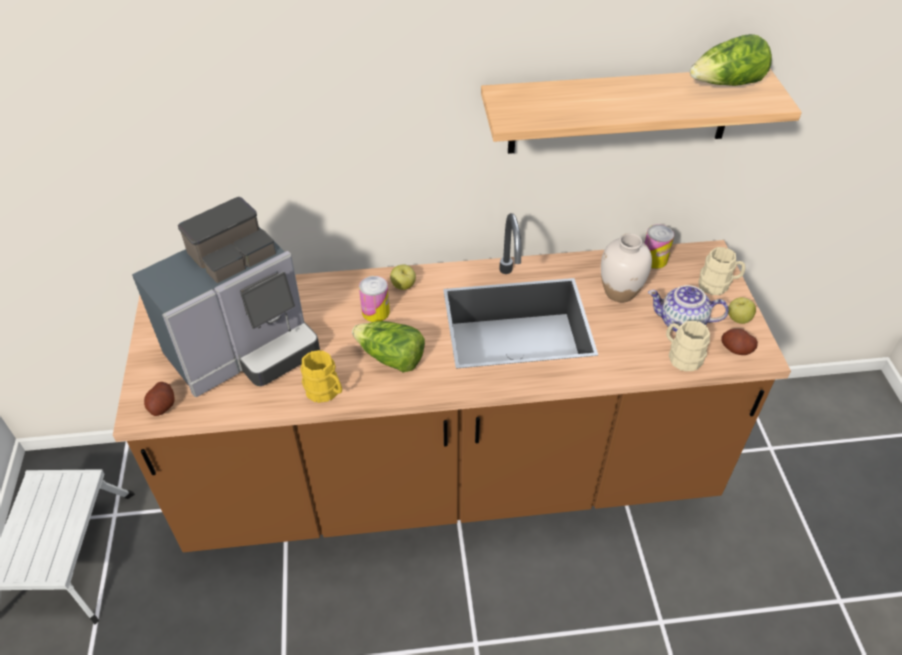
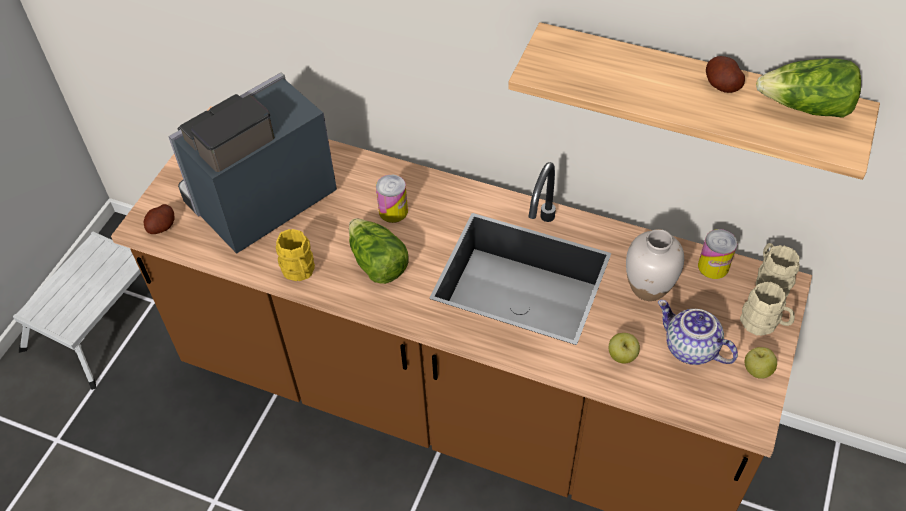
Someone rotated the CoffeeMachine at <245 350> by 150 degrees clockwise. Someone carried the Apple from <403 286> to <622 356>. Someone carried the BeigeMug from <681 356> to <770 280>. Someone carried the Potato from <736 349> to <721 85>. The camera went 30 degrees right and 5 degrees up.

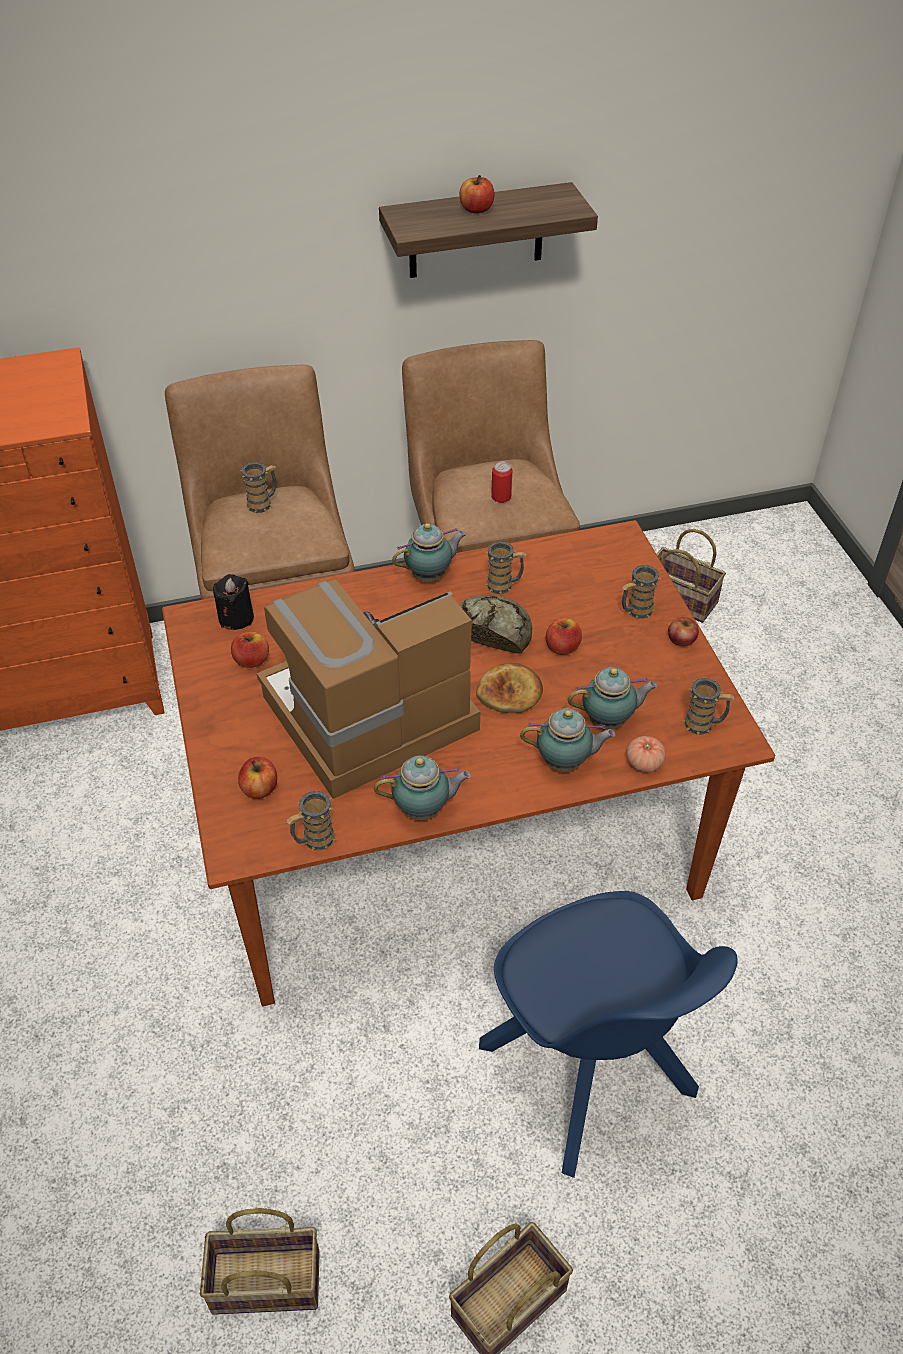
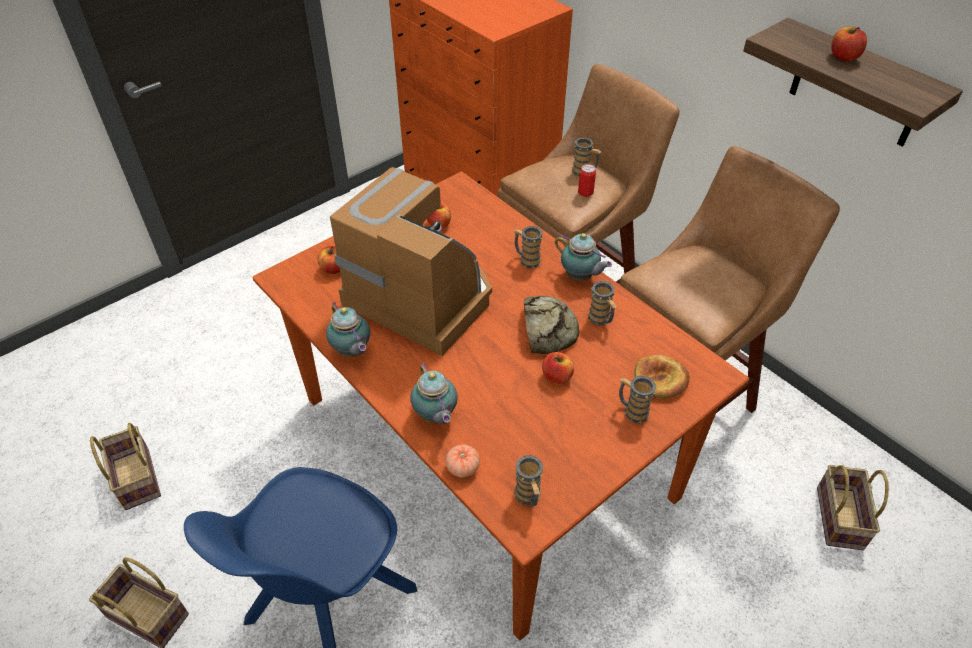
Someone took away the BlackCandle at <236 618>. Someone carried the Mug from <313 840> to <527 260>. Someone carried the Bread from <510 692> to <660 379>. Someone carried the Can from <501 497> to <585 192>. Someone took away the Teapot at <609 721>. Someone took away the Apple at <681 639>. The camera went 65 degrees right and 0 degrees up.

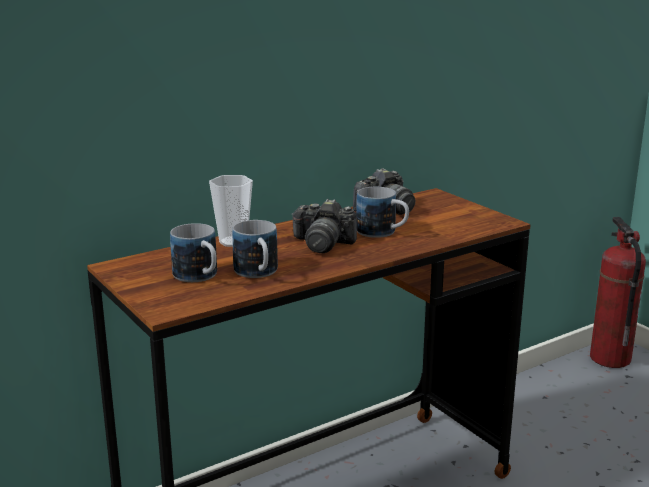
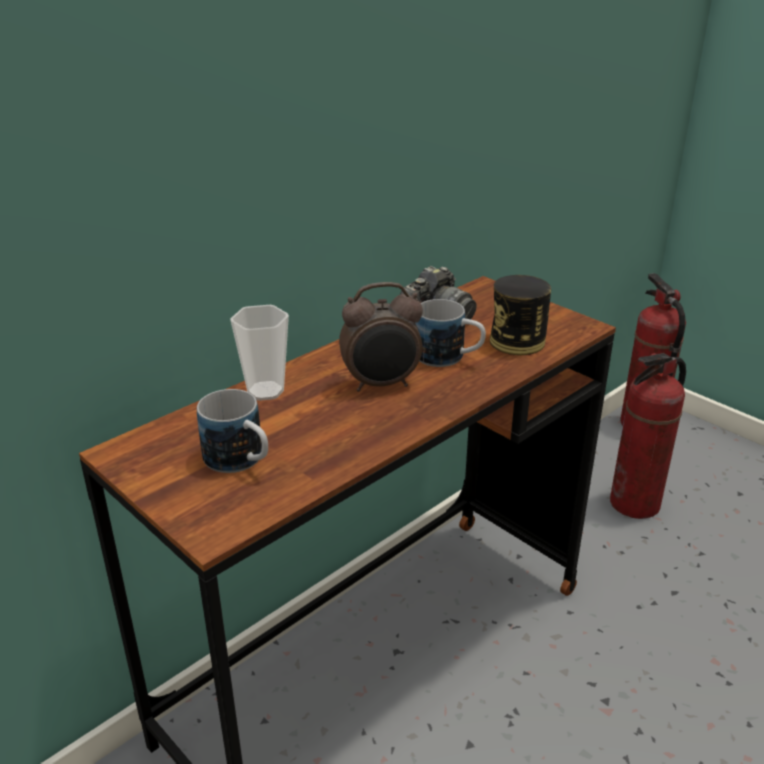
Someone took away the Mug at <258 273>. Someone swapped the PhotoCamera at <323 244> for the AlarmClock at <381 384>. Someone put down the Can at <517 341>. Someone put down the FireExtinguisher at <635 504>. The camera went 10 degrees left and 10 degrees up.

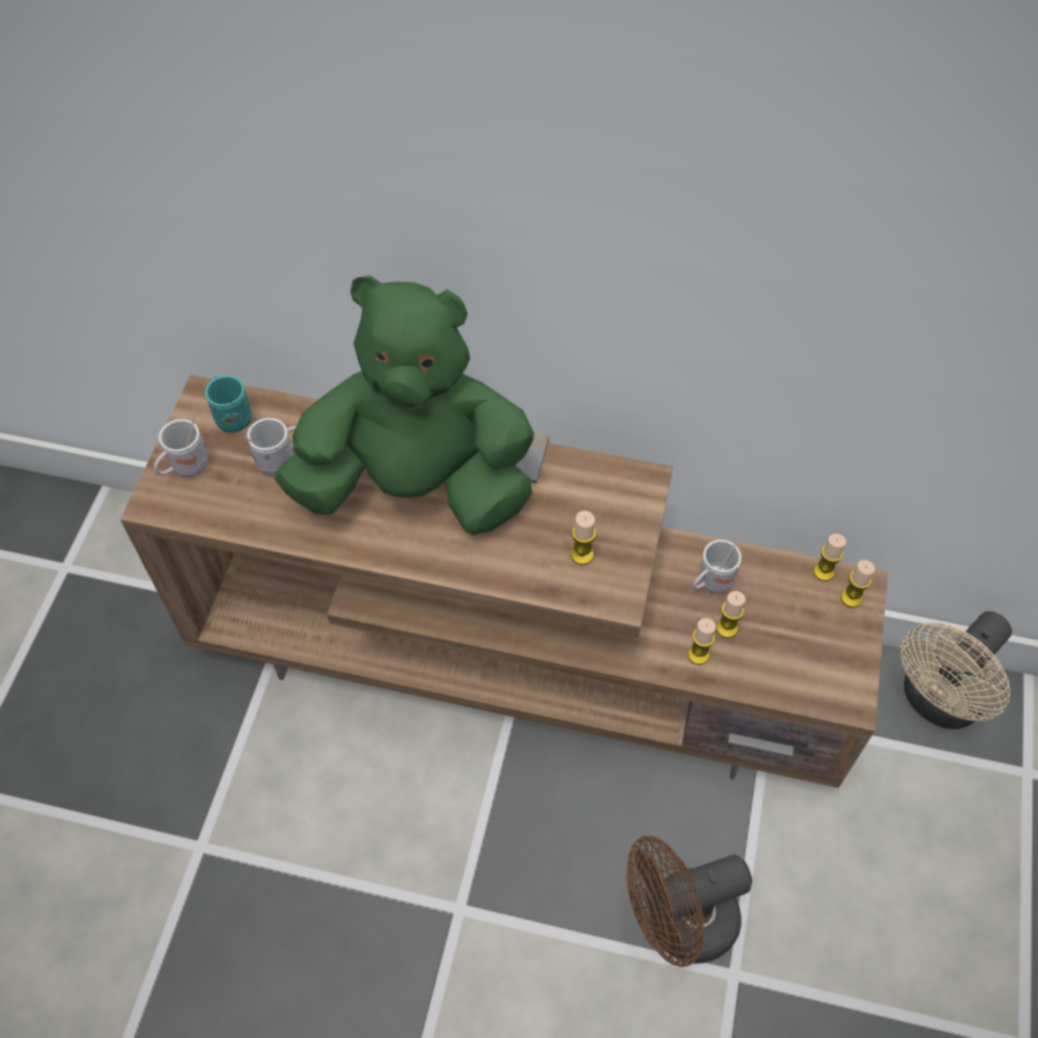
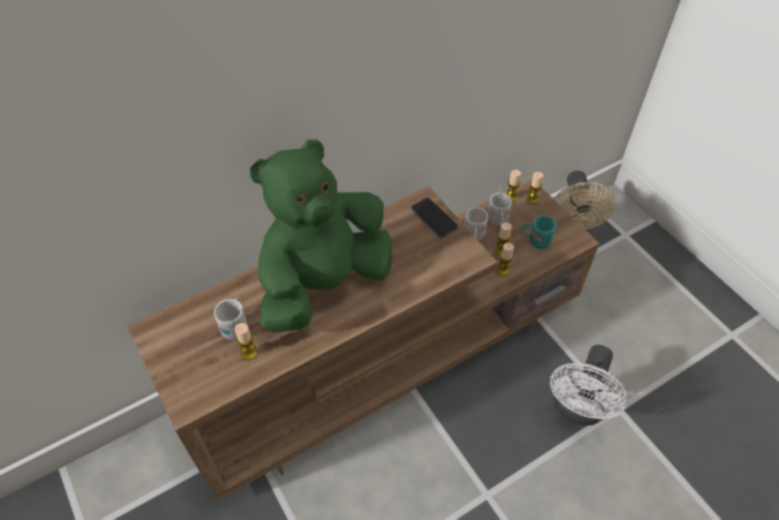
Someone carried the WhiteMug from <185 468> to <497 222>. Someone carried the TurquoiseMug from <232 416> to <536 241>. Someone carried the Candle from <582 555> to <249 353>. Someone repainted the BrownFan at <678 923>, which became the WhiteFan at <577 409>. Someone put down the Phone at <433 219>. The camera went 45 degrees left and 5 degrees down.

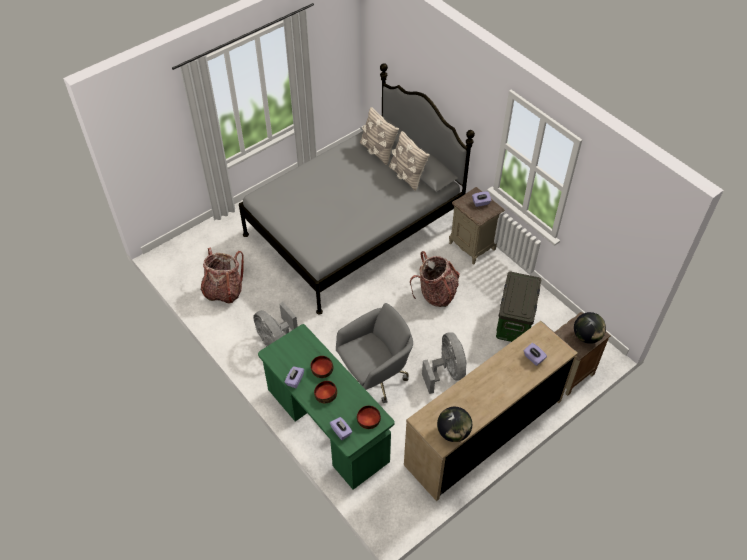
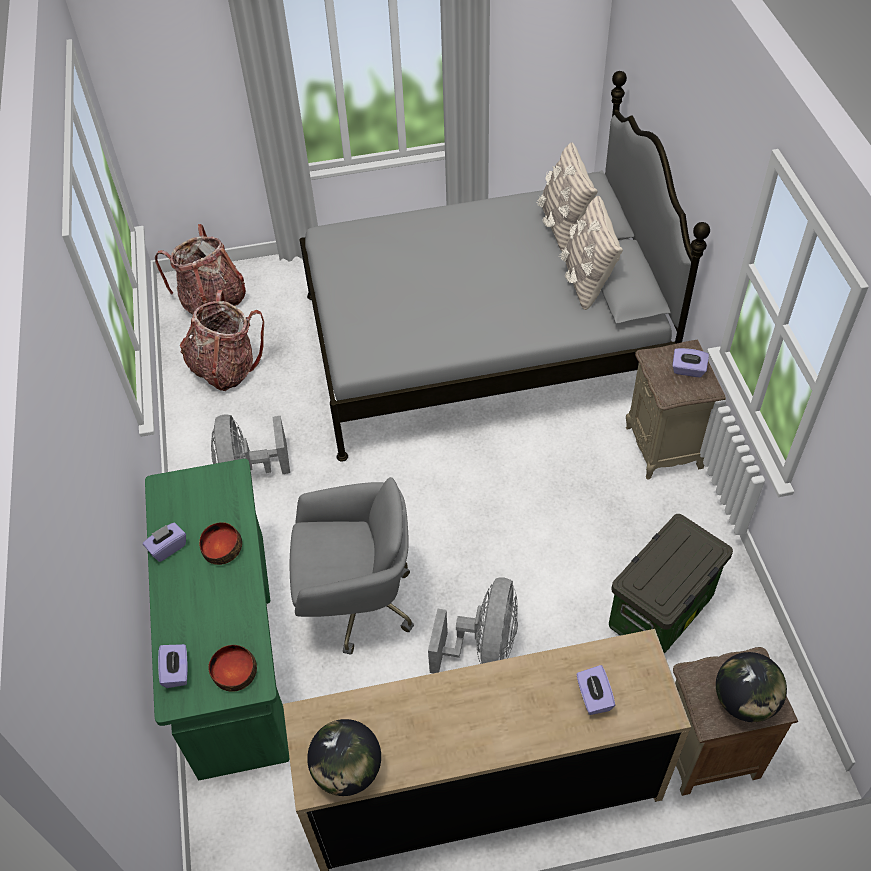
Someone took away the Bowl at <326 394>. Someone carried the Backpack from <436 294> to <212 301>. The camera went 30 degrees right and 0 degrees up.

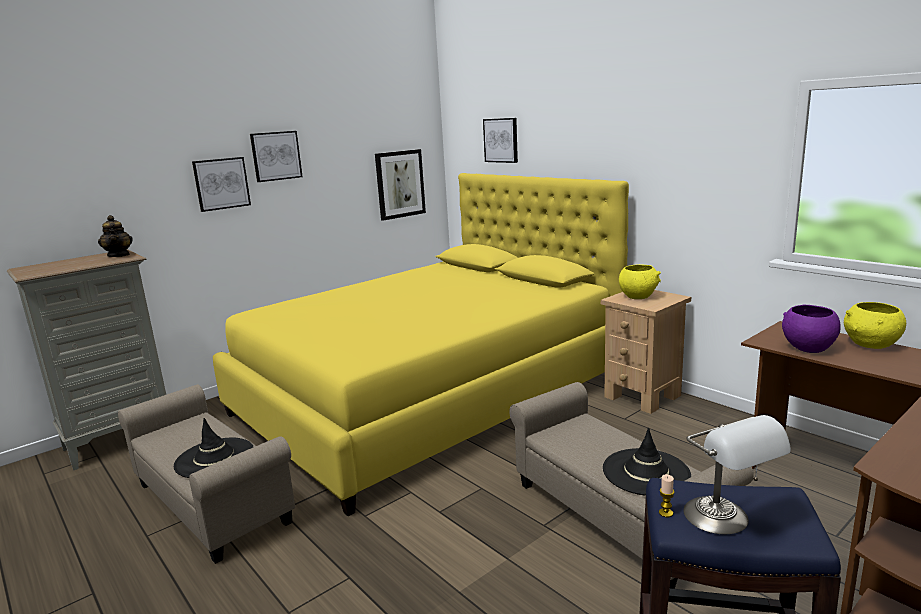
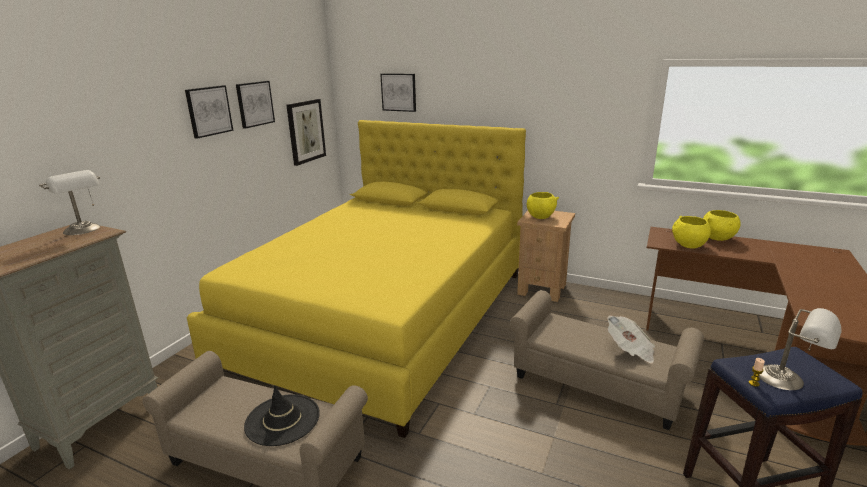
Someone swapped the Teapot at <119 255> for the WhiteTableLamp at <85 230>. Someone carried the Picture from <221 183> to <254 104>. Someone swapped the BlackHat at <646 472> for the Newspaper at <630 350>. Someone repainted the PurpleBowl at <808 348>, which became the YellowBowl at <688 245>. The camera went 25 degrees left and 5 degrees up.

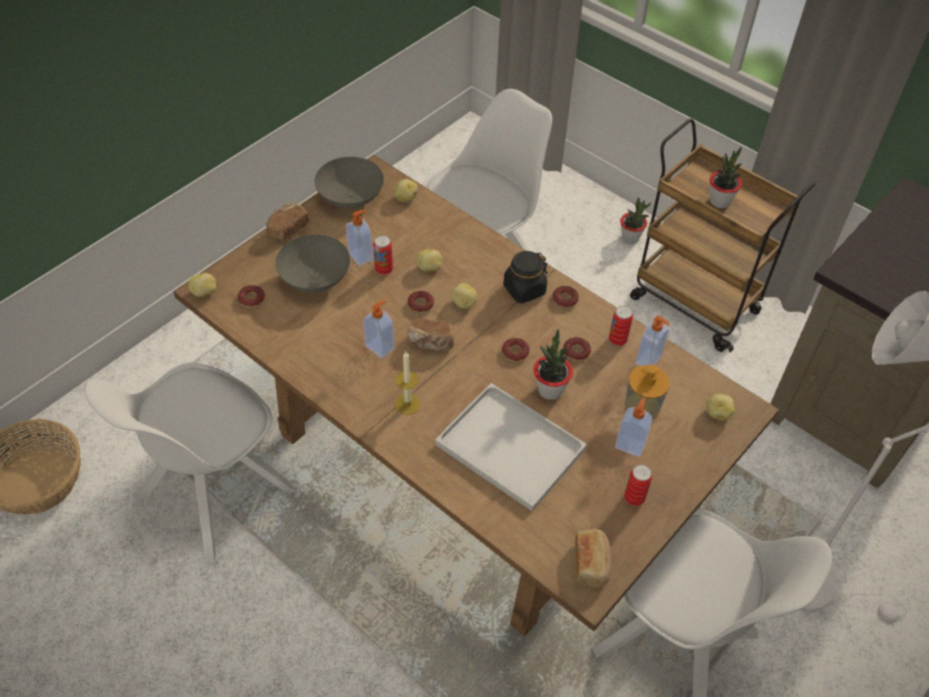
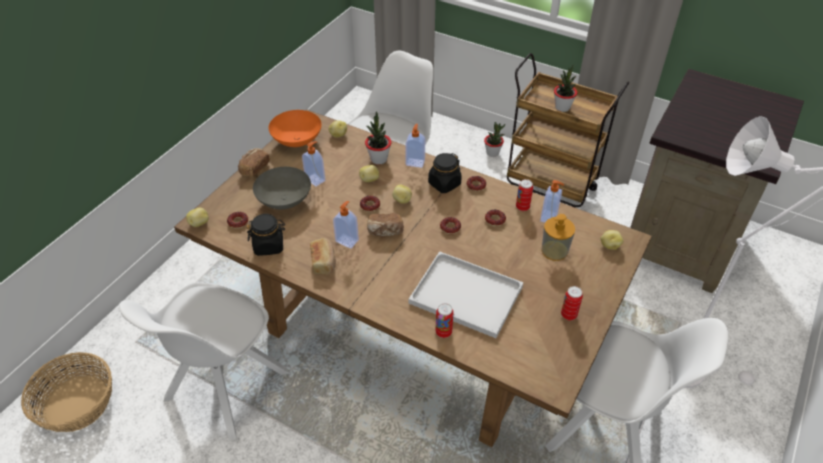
Someone repainted the GreyBowl at <350 198>, which became the OrangeBowl at <297 140>. Someone carried the Can from <384 269> to <443 332>. Someone took away the Candle at <407 404>. Someone carried the PottedPlant from <550 390> to <378 159>. Someone carried the Bread from <592 563> to <324 262>. Someone carried the SoapDispenser from <630 445> to <415 162>. Someone put down the BlackJar at <269 245>. The camera went 10 degrees left and 5 degrees down.

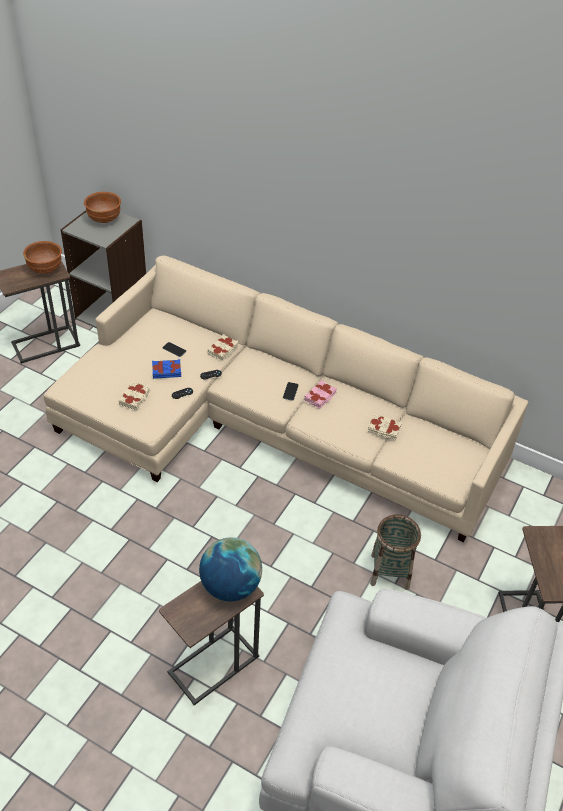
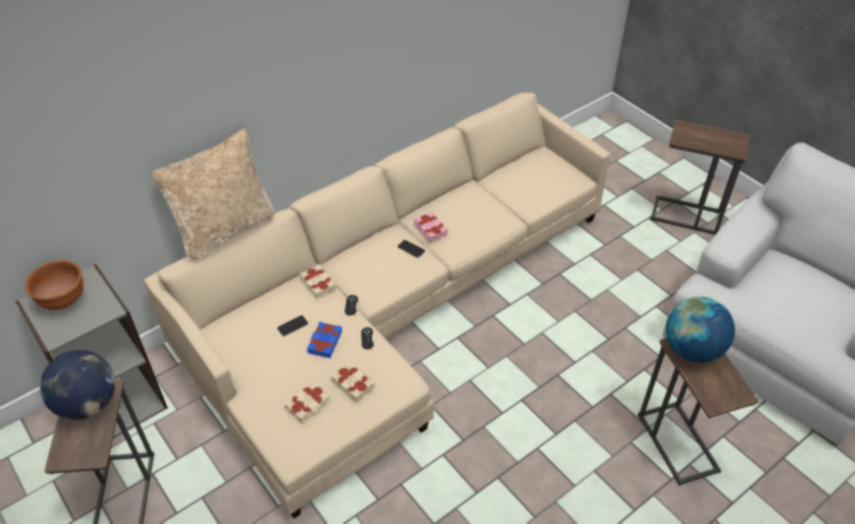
Someone swapped the BrownBowl at <46 269> for the Globe at <88 404>. Someone carried the BeigeBook from <384 429> to <308 404>. Someone took away the Basket at <390 571>. Someone put down the BeigePillow at <227 232>. The camera went 65 degrees left and 0 degrees up.

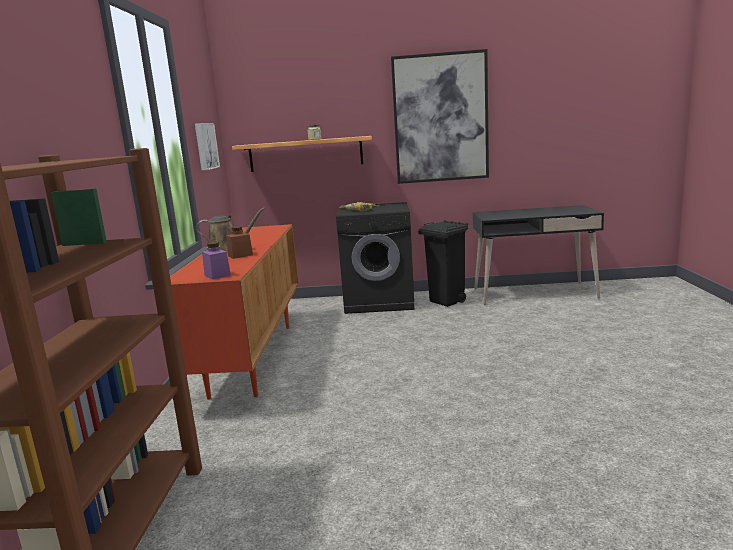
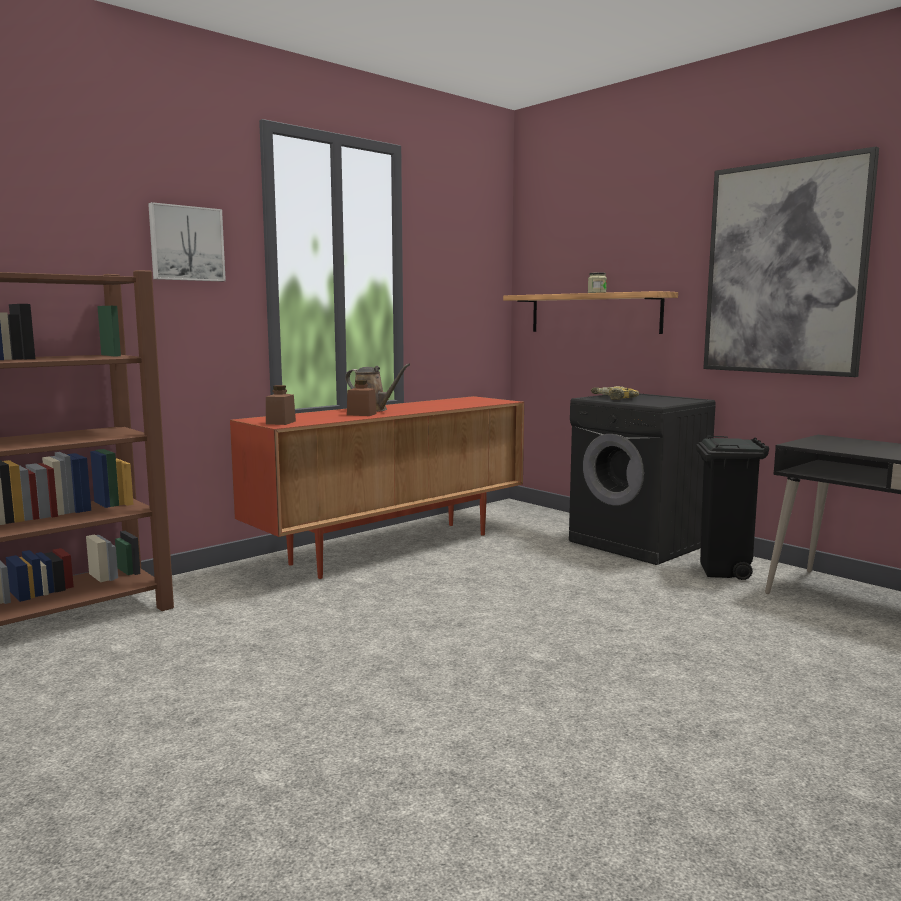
Someone carried the Picture from <205 146> to <186 243>. Someone repainted the PurpleJar at <217 275>, which became the BrownJar at <281 422>. The camera went 45 degrees right and 5 degrees down.

